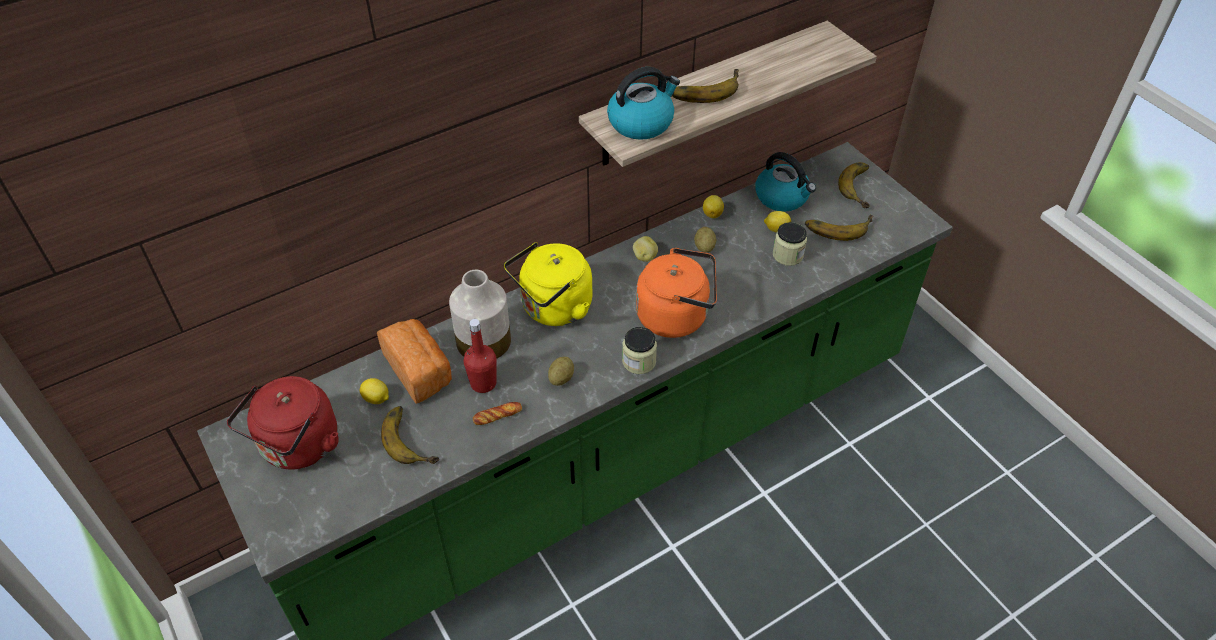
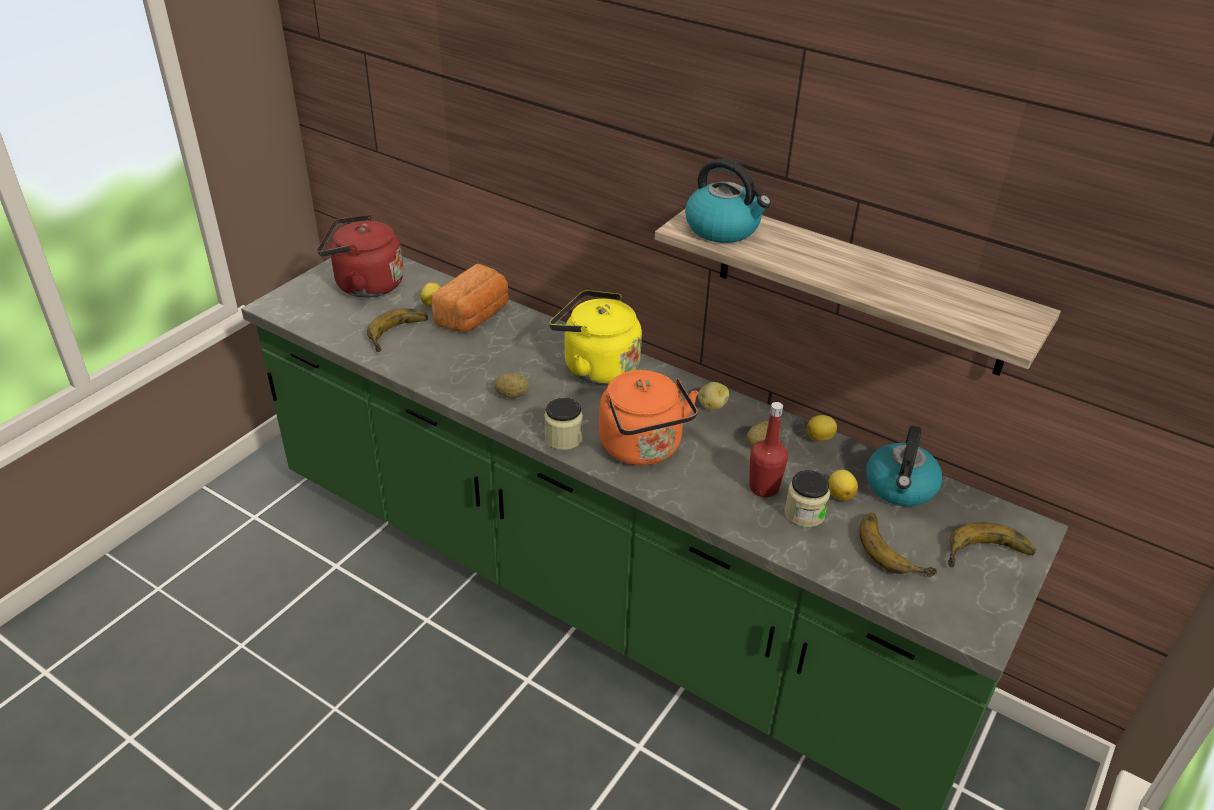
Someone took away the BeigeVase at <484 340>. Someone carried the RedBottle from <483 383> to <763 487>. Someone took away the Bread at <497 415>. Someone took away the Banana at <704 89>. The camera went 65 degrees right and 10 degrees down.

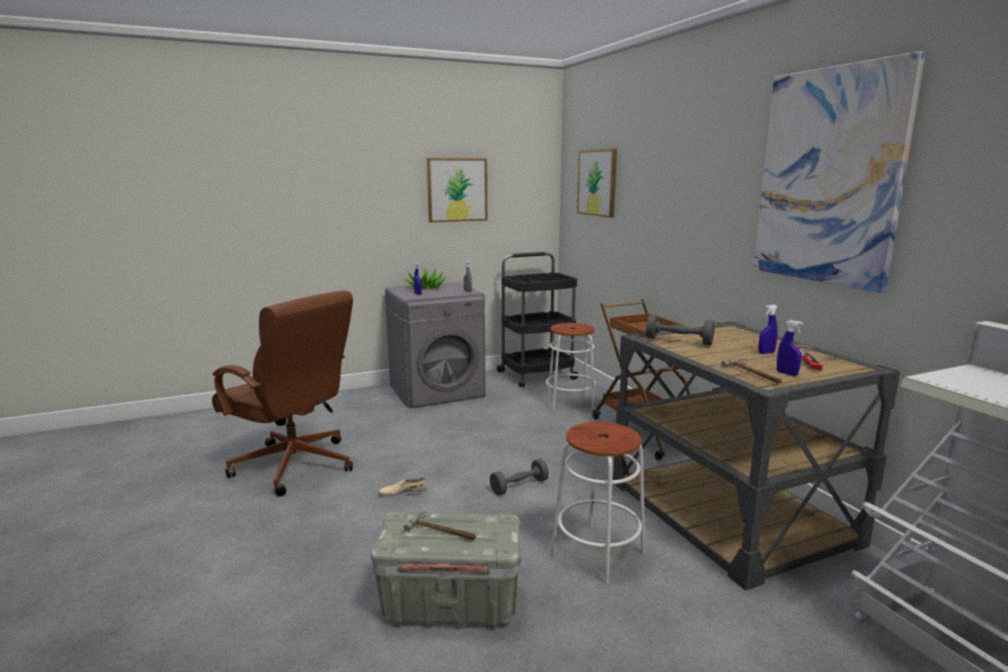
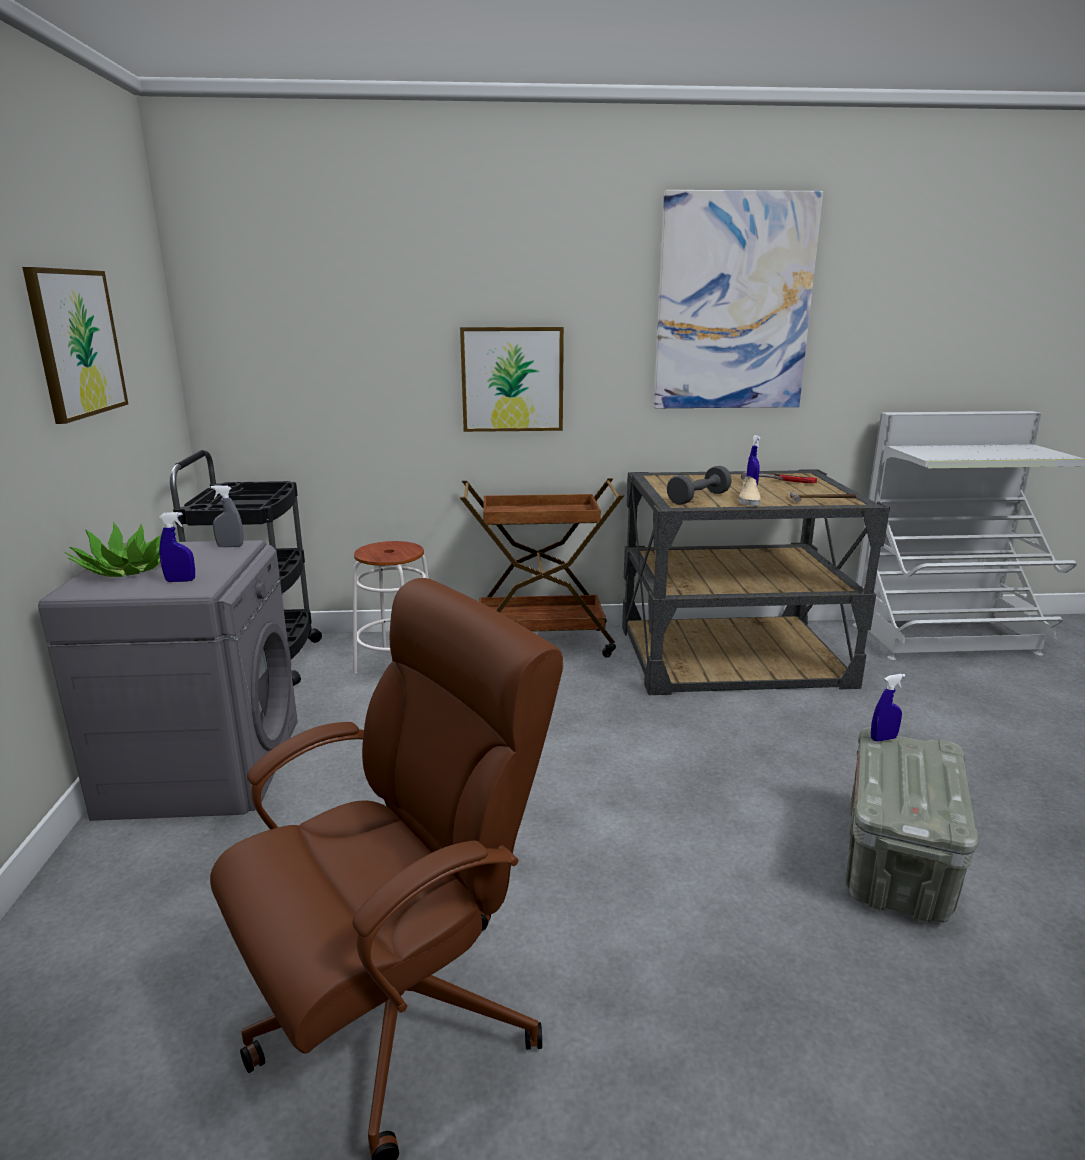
Someone carried the BeigeShoe from <403 493> to <748 500>. Someone took away the Hammer at <442 530>. Someone took away the GreyDumbbell at <519 486>. Someone took away the WhiteStool at <598 553>. Someone carried the Picture from <597 182> to <512 379>. Someone carried the BlueSprayBottle from <787 373> to <883 738>. The camera went 70 degrees left and 5 degrees up.

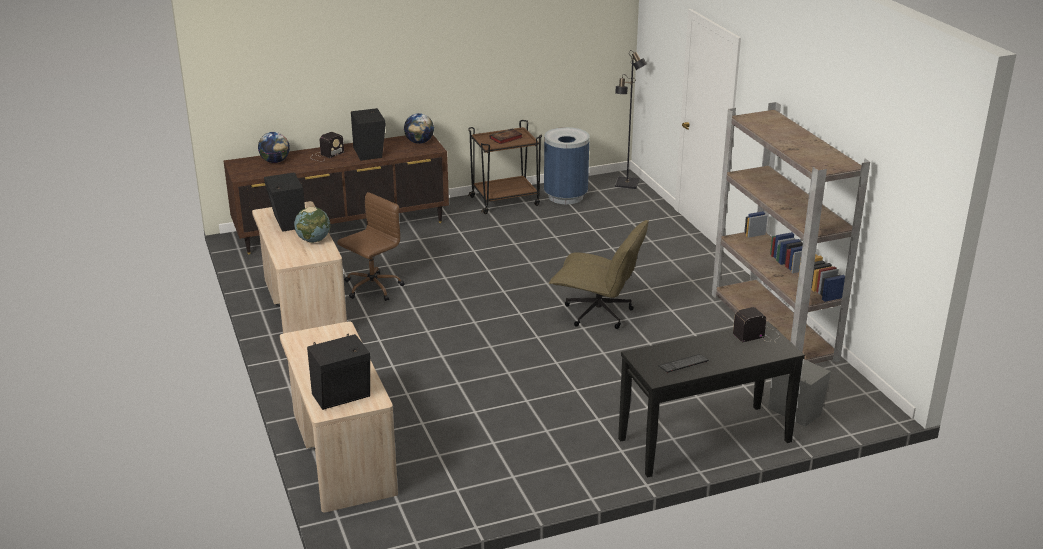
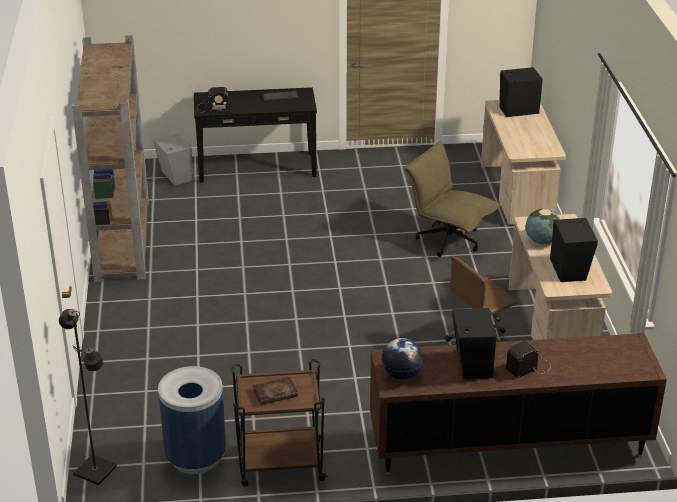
Someone took away the Globe at <275 161>. Someone carried the BeigeOfficeChair from <597 313> to <449 240>. The camera went 165 degrees left and 5 degrees up.

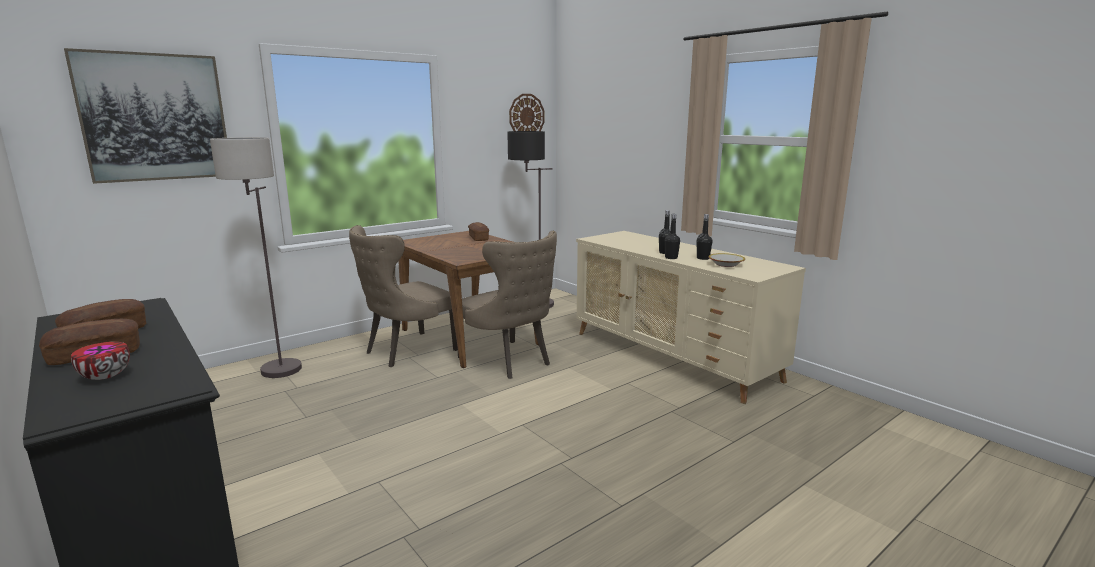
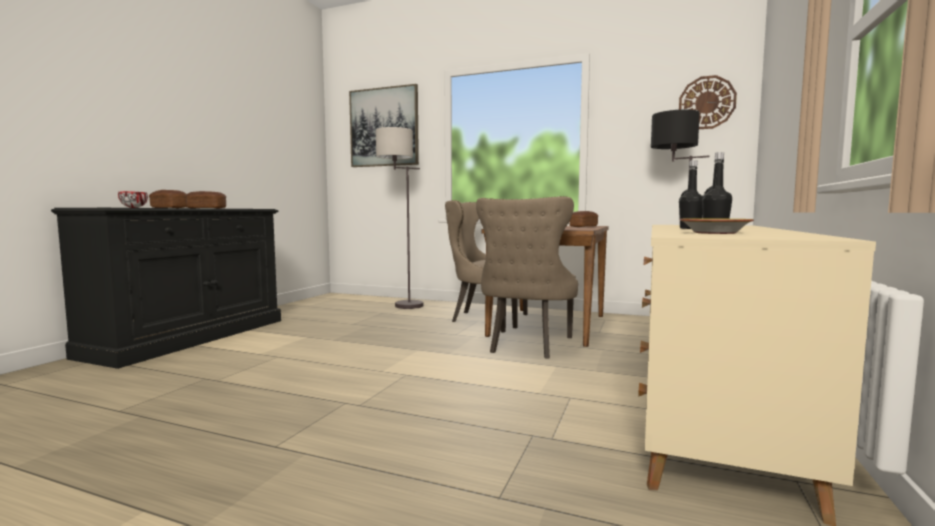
Someone took away the BlackBottle at <671 258>. The camera went 60 degrees right and 10 degrees down.

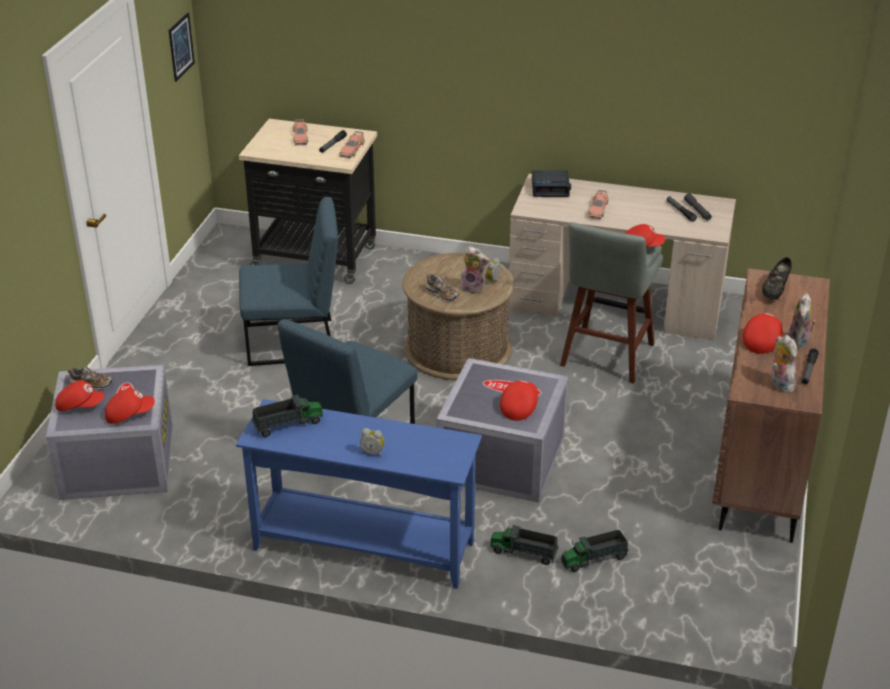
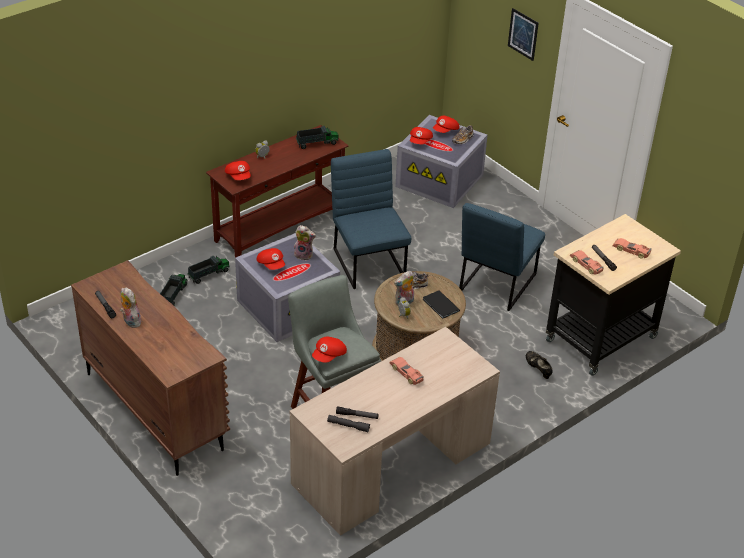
Someone carried the Picture from <181 46> to <523 34>. Someone repainted the BlueConsoleTable at <363 546>, which became the BrownConsoleTable at <280 227>. Someone rotated the ToyTruck at <288 424> by 120 degrees counterclockwise. Someone took away the AlarmClock at <550 188>. Someone carried the RedCap from <761 340> to <239 176>. Someone carried the BlackShoe from <775 291> to <538 369>. Someone carried the PlushToy from <779 384> to <304 255>. Someone put down the BlackBook at <440 306>. The camera went 125 degrees right and 5 degrees up.

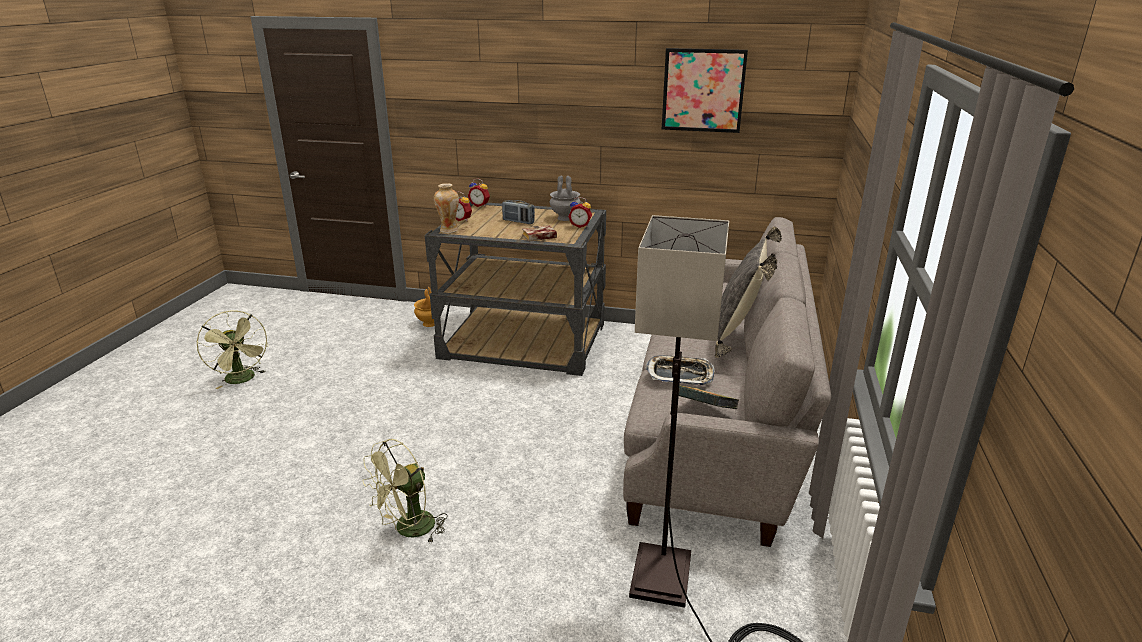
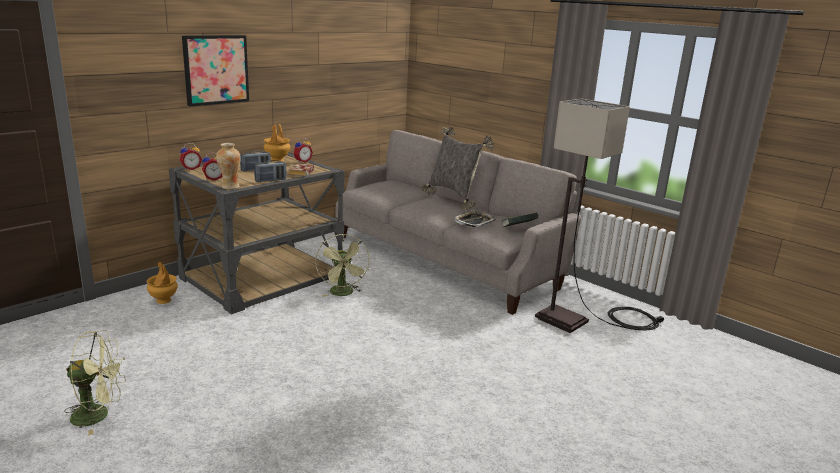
Someone carried the GreenFan from <408 530> to <343 294>. Someone repainted the GreyVase at <564 218>, which became the BrownVase at <277 161>. Someone carried the Picture from <703 90> to <216 69>. Someone put down the Radio at <270 180>. The camera went 60 degrees left and 5 degrees down.

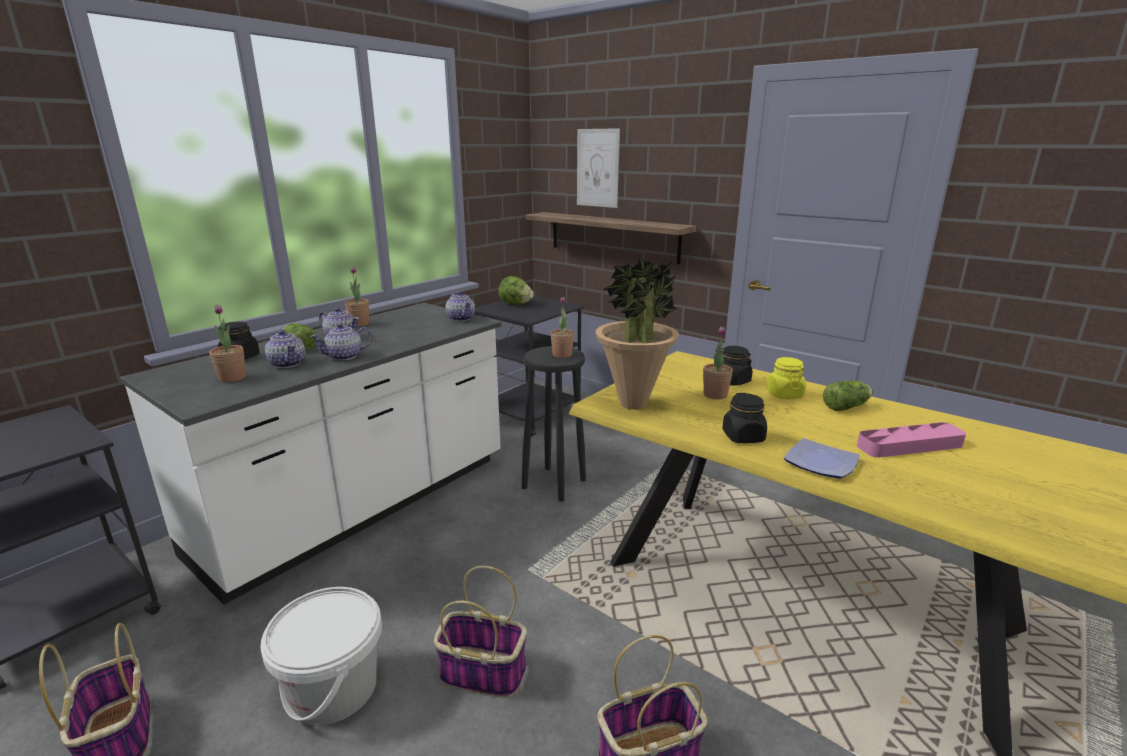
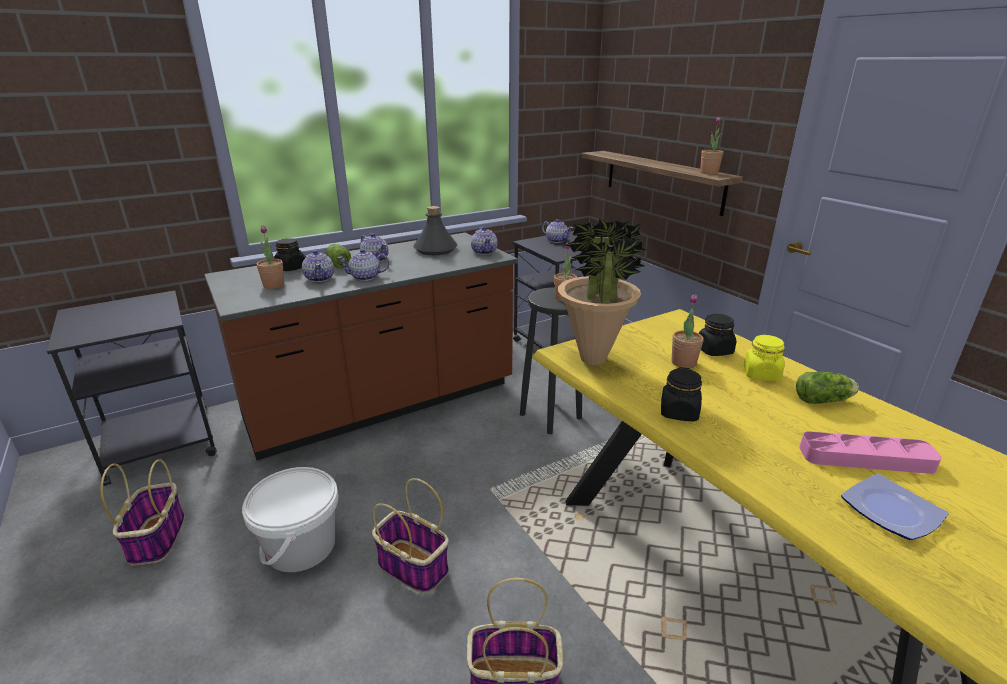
Someone repainted the WhiteCounter at <360 506>, which became the BrownCounter at <382 403>. Someone carried the PottedPlant from <359 324> to <709 173>. Someone swapped the Lettuce at <515 304> for the Teapot at <556 240>. Someone took away the Picture at <597 168>. Someone carried the Plate from <819 463> to <888 510>. Someone put down the GreyBottle at <435 250>. The camera went 20 degrees right and 5 degrees up.

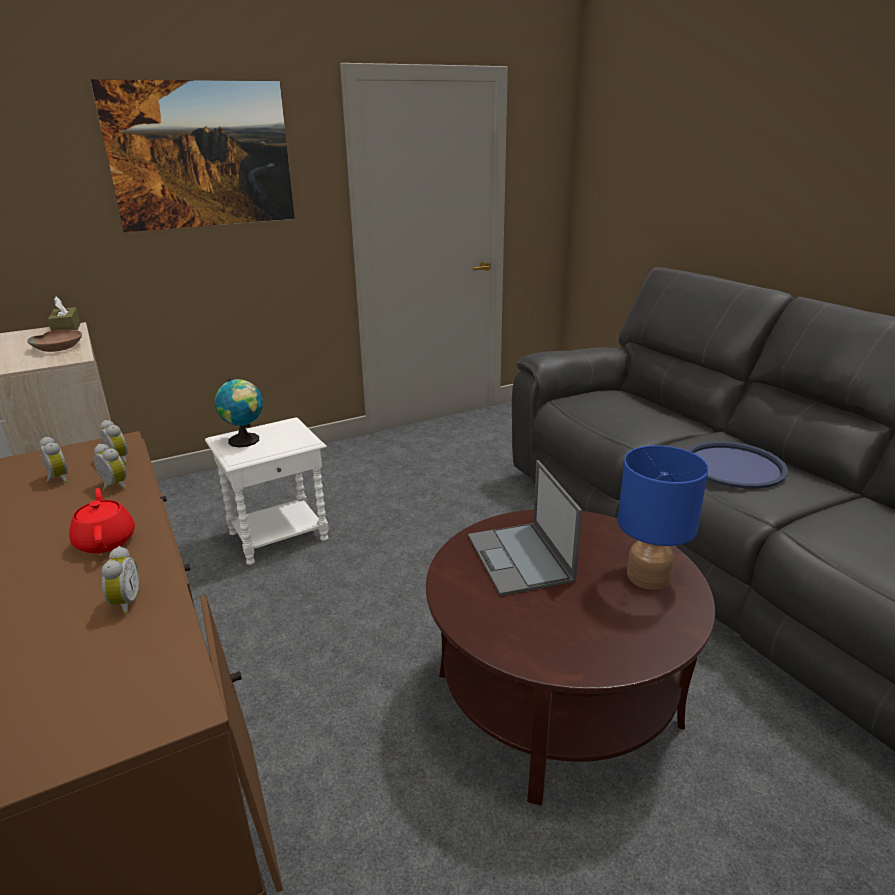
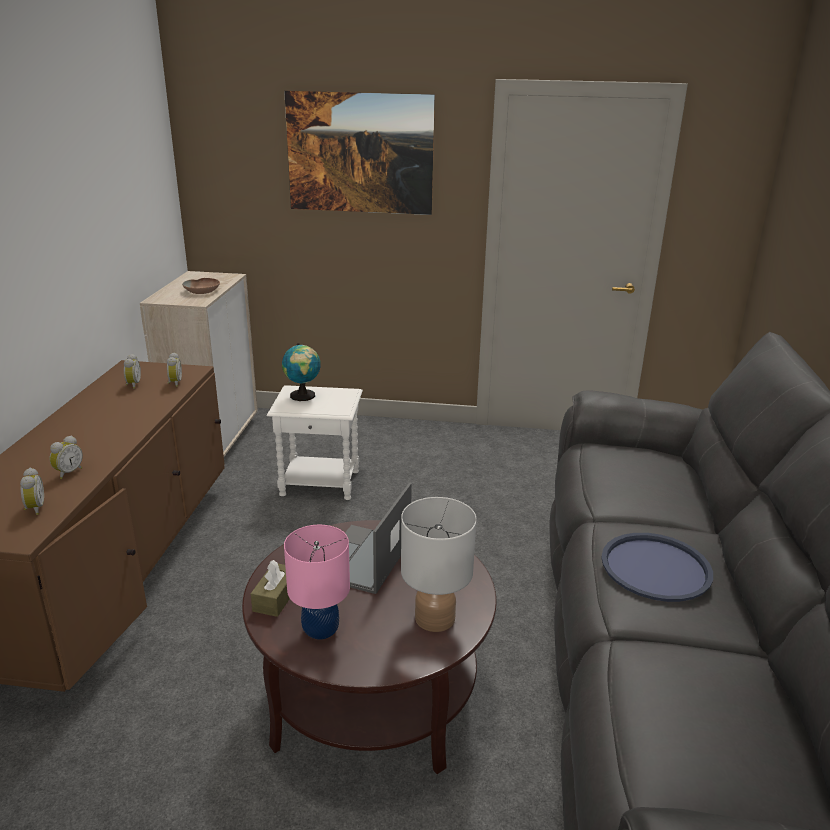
Someone carried the BrownTissueBox from <67 329> to <276 598>. Someone took away the RedTeapot at <106 541>. Someone carried the AlarmClock from <113 487> to <34 508>. Someone repainted the BlueTableLamp at <649 576>, which became the GreyTableLamp at <435 618>. Someone put down the PinkTableLamp at <320 630>. The camera went 35 degrees right and 0 degrees up.

